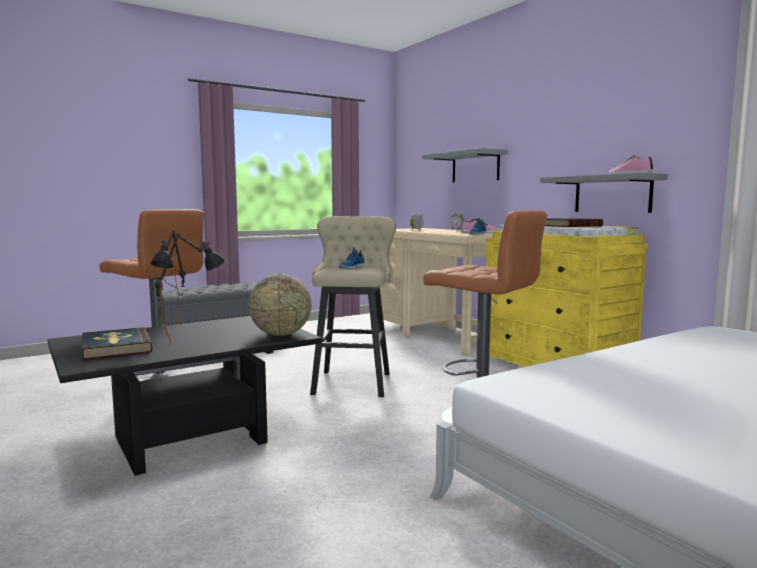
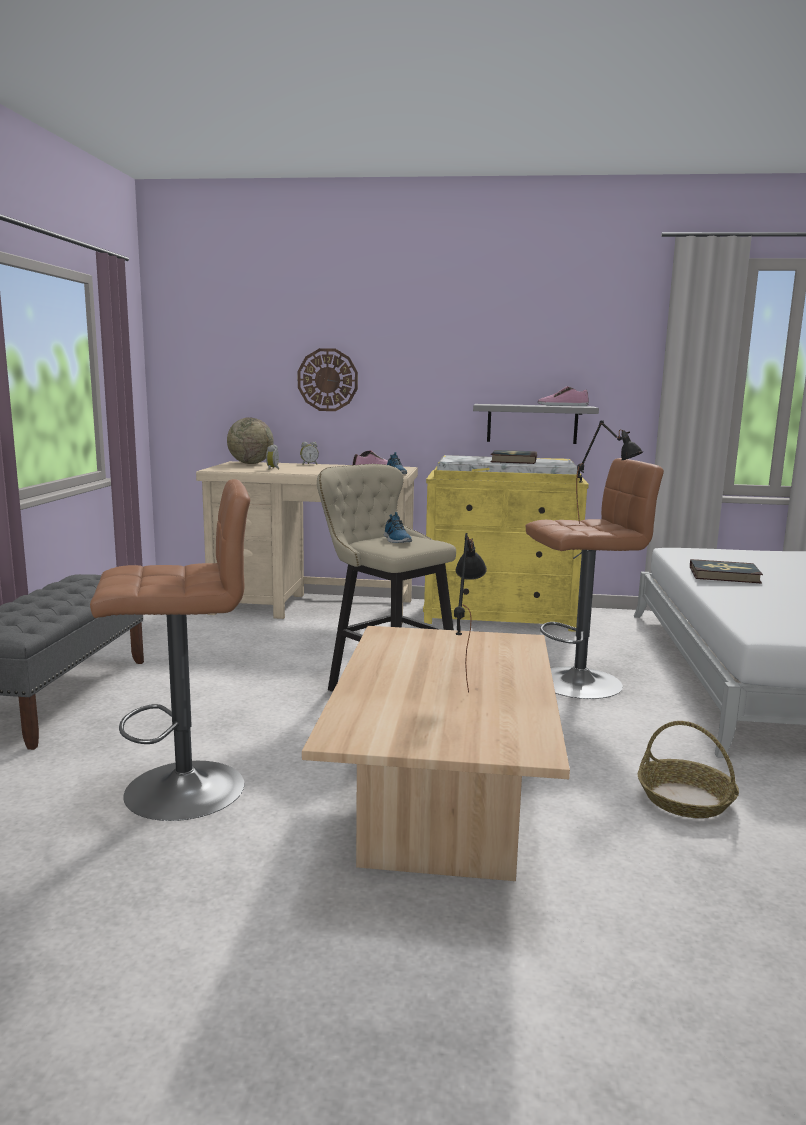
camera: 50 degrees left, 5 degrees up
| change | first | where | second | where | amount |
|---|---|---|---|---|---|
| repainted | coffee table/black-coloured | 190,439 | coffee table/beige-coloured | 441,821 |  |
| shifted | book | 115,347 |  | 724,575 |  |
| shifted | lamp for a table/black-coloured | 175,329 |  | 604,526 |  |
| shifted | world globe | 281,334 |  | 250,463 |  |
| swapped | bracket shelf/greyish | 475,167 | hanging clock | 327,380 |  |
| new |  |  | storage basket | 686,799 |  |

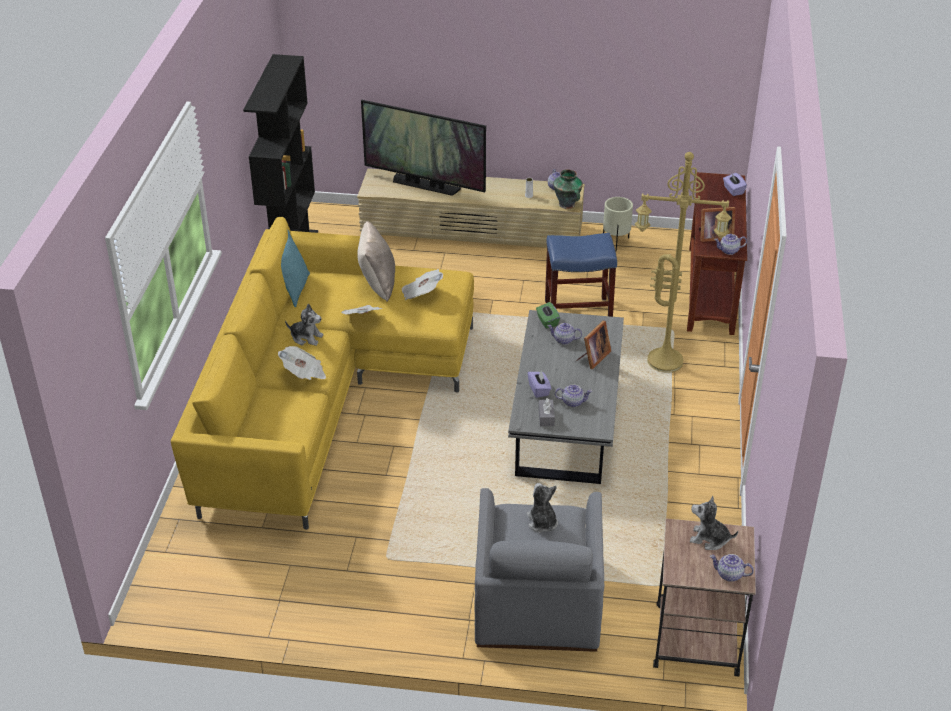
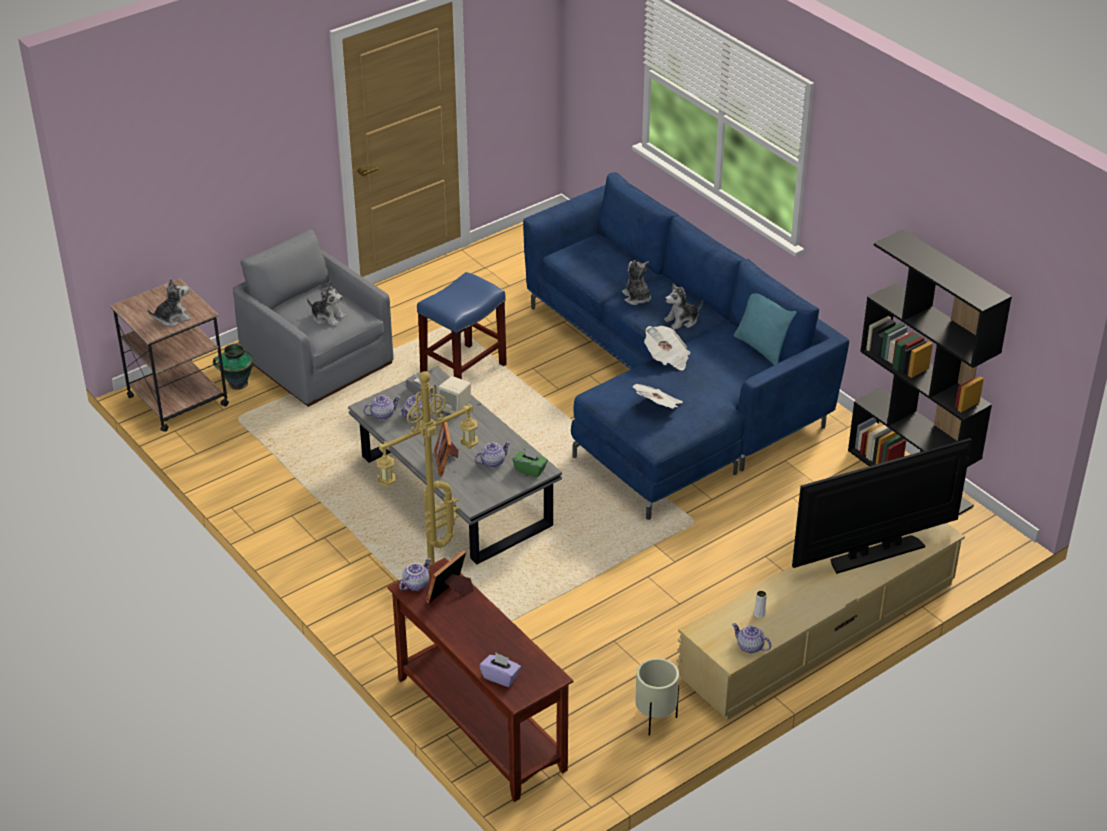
camera: 135 degrees right, 0 degrees up
| change | first | where | second | where | amount |
|---|---|---|---|---|---|
| repainted | sofa/yellowish | 320,397 | sofa/blue-coloured | 670,387 |  |
| swapped | printed paper | 304,373 | plush toy | 636,298 |  |
| gone | throw pillow/beige-coloured | 377,284 |  |  |  |
| swapped | tissue box/purple-coloured | 539,390 | speaker/beige-coloured | 455,408 |  |
| shifted | sitting stool/blue-coloured | 578,312 |  | 463,371 |  |
| shifted | vase | 567,205 |  | 237,383 |  |
| shifted | teapot | 729,575 |  | 382,414 |  |

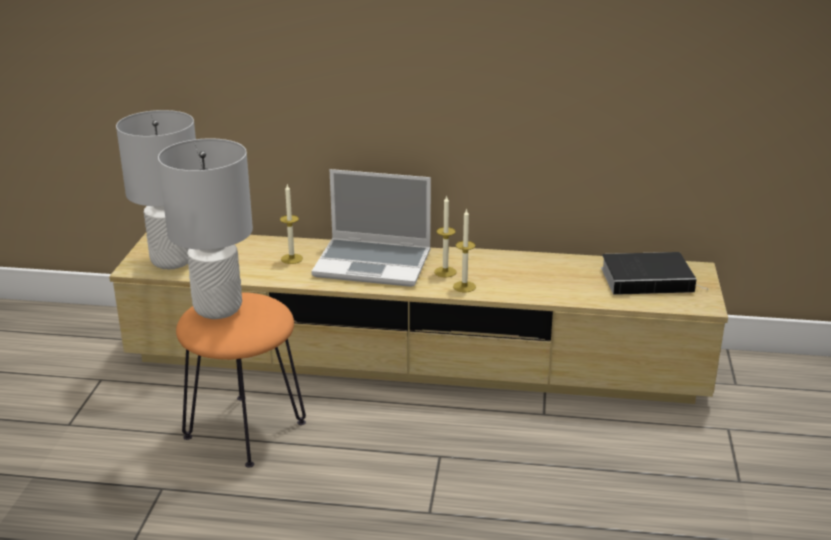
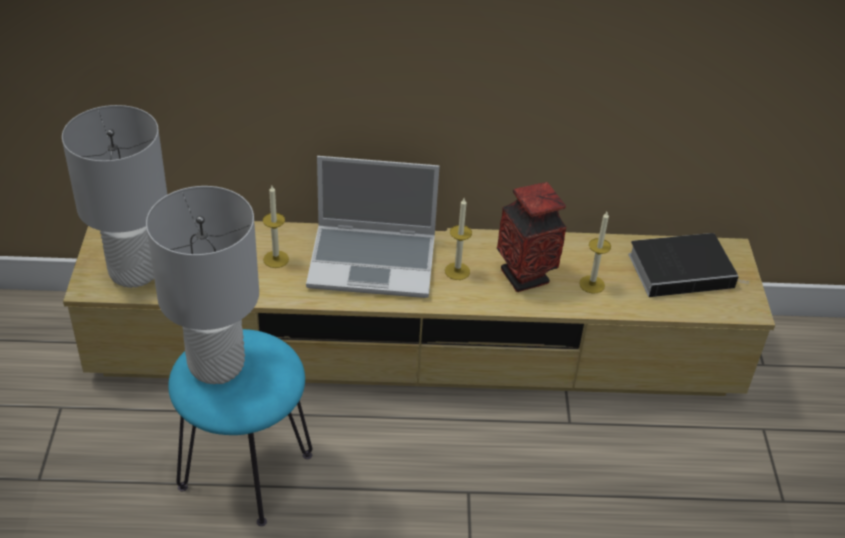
camera: 10 degrees left, 15 degrees up
| change | first | where | second | where | amount |
|---|---|---|---|---|---|
| repainted | sitting stool/orange-coloured | 245,430 | sitting stool/turquoise-coloured | 246,471 |  |
| shifted | wax candle | 464,286 |  | 592,284 |  |
| new |  |  | vase | 525,276 |  |

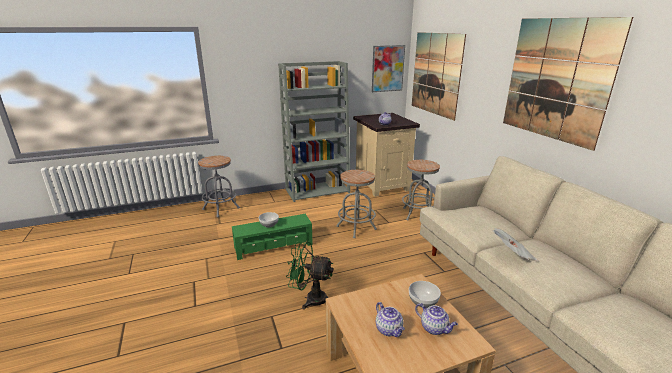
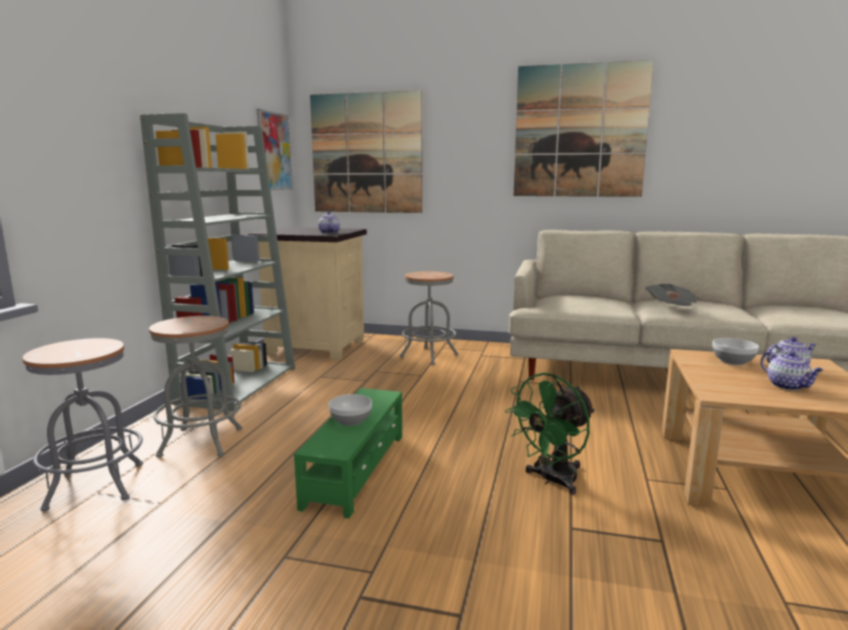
camera: 55 degrees left, 10 degrees down
| change | first | where | second | where | amount |
|---|---|---|---|---|---|
| shifted | sitting stool/greyish | 356,228 |  | 201,442 |  |
| rotated | teapot | 389,330 |  | 788,386 | 60 degrees clockwise |

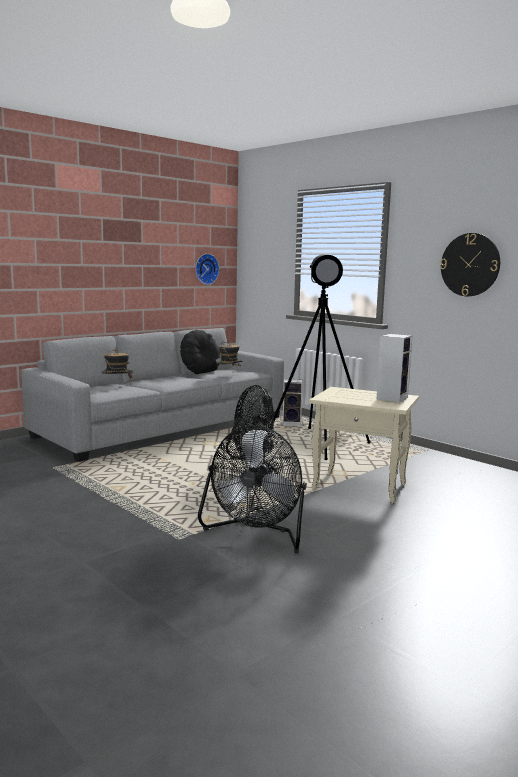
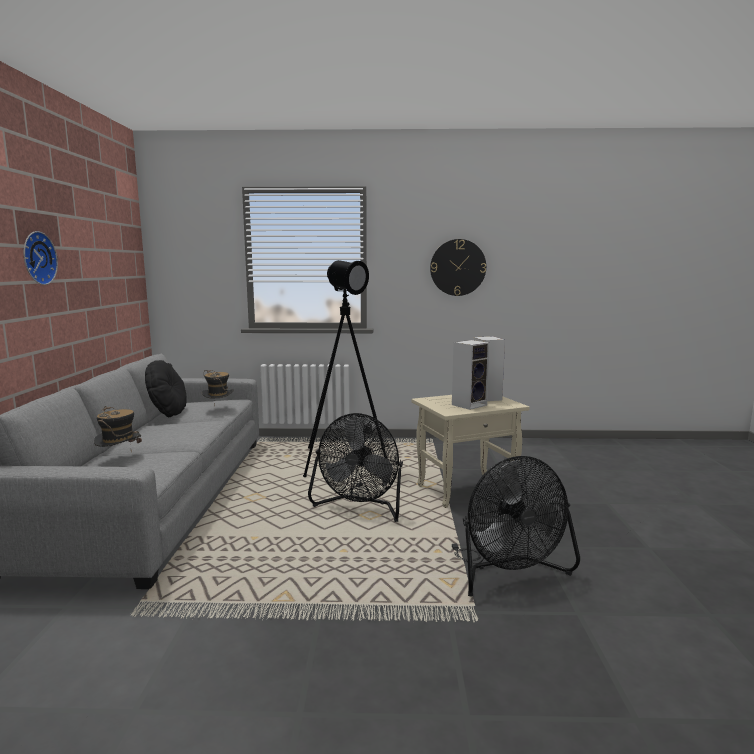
camera: 45 degrees left, 0 degrees up
| change | first | where | second | where | amount |
|---|---|---|---|---|---|
| shifted | hanging clock | 205,269 |  | 36,258 |  |
| shifted | speaker | 292,423 |  | 469,404 |  |

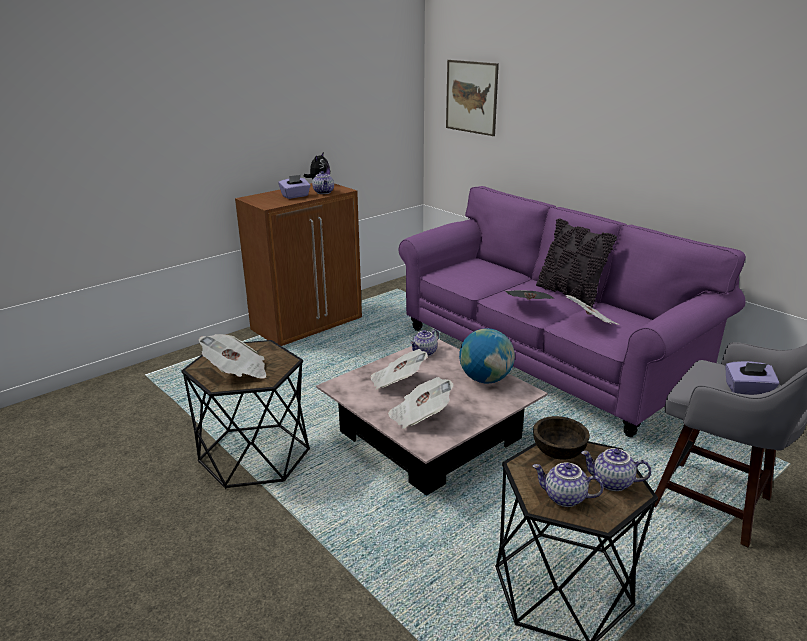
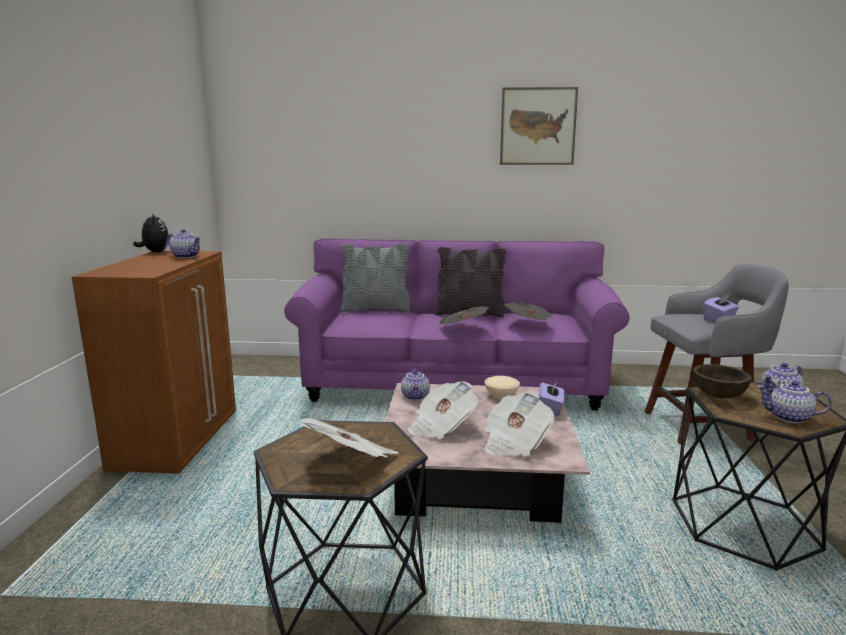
camera: 45 degrees left, 10 degrees down
| change | first | where | second | where | amount |
|---|---|---|---|---|---|
| shifted | tissue box/purple-coloured | 295,196 |  | 550,409 |  |
| shifted | wall picture | 471,97 |  | 538,126 |  |
| swapped | world globe | 485,379 | deep dish/beige-coloured | 501,396 |  |
| rotated | teapot | 564,498 |  | 789,418 | 45 degrees clockwise |
| new |  |  | throw pillow/greyish | 376,309 |  |

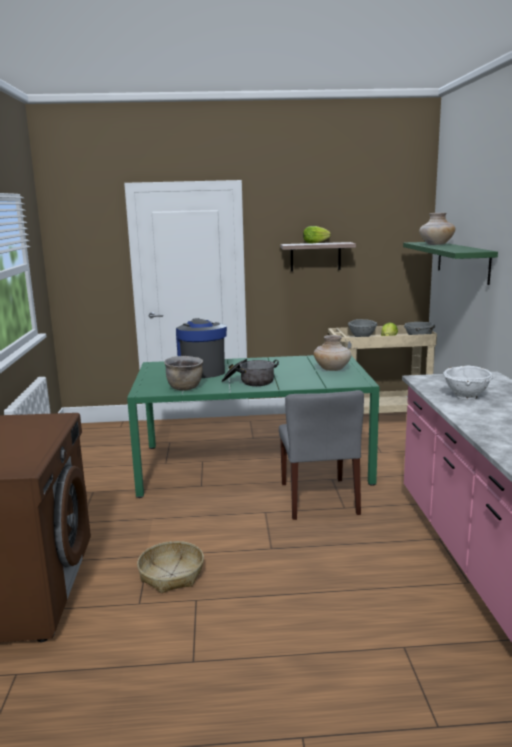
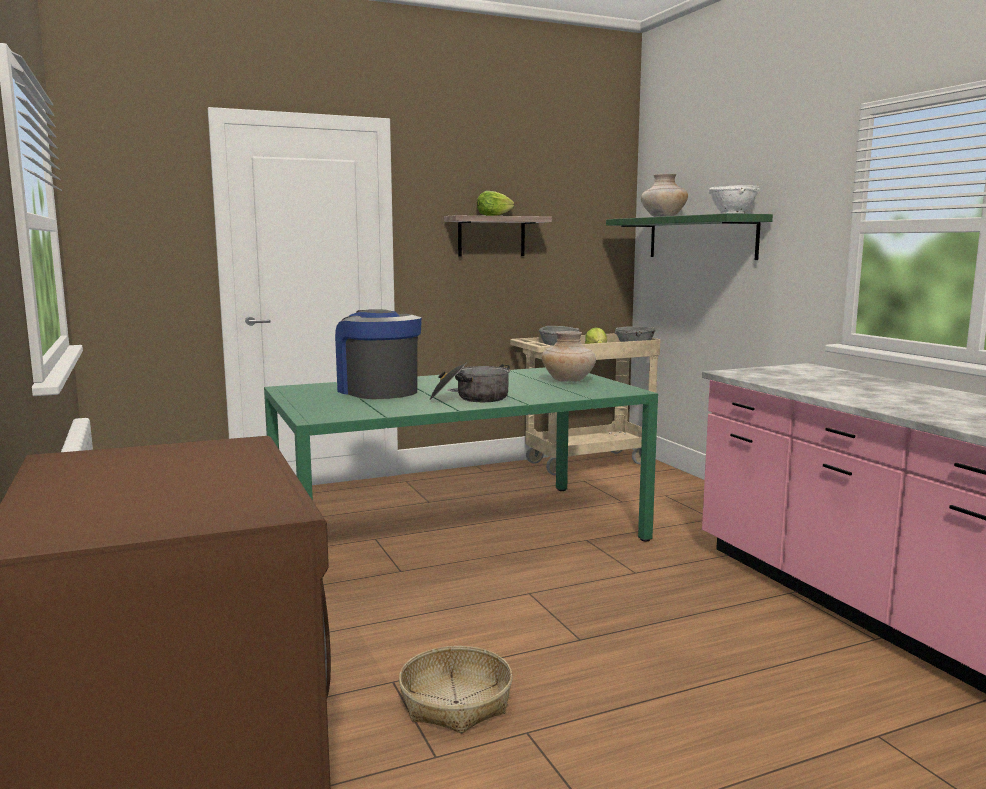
camera: 20 degrees left, 5 degrees down
| change | first | where | second | where | amount |
|---|---|---|---|---|---|
| gone | cooking pot/brownish | 185,388 |  |  |  |
| gone | plain chair/greyish | 319,498 |  |  |  |
| shifted | deep dish/white-coloured | 466,396 |  | 733,214 |  |

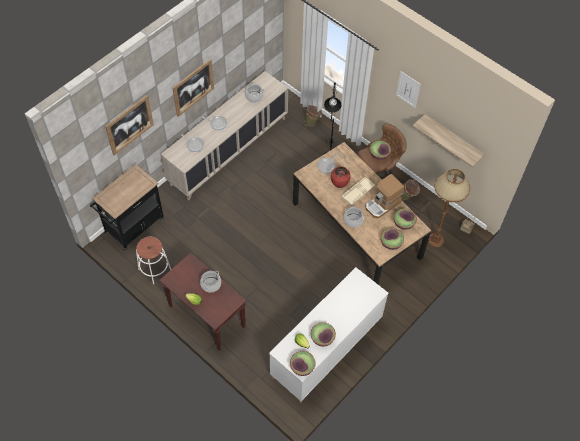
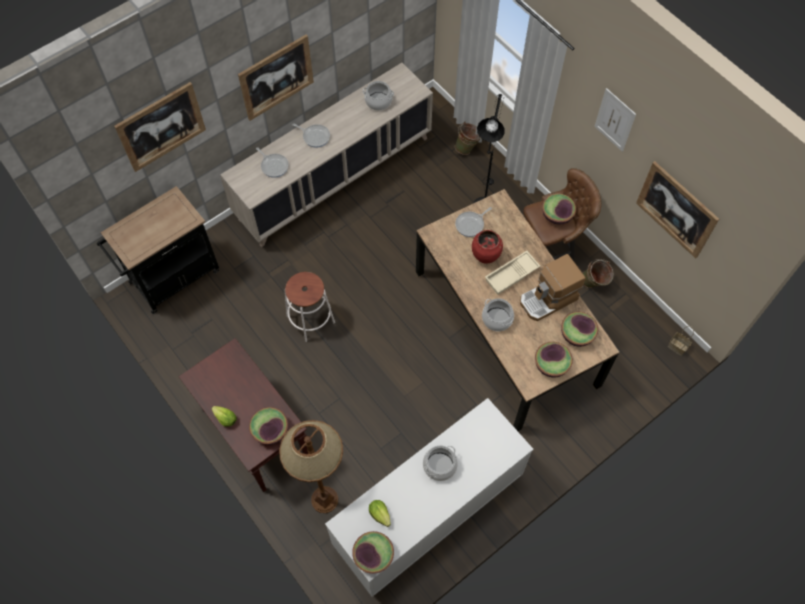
camera: 10 degrees right, 5 degrees up
| change | first | where | second | where | amount |
|---|---|---|---|---|---|
| shifted | sitting stool/white-coloured | 154,269 |  | 310,319 |  |
| shifted | cooking pot | 211,284 |  | 440,466 |  |
| shifted | deep dish | 322,338 |  | 270,430 |  |
| swapped | bracket shelf | 452,139 | wall picture | 676,209 |  |
| shifted | standing lamp/brownish | 435,240 |  | 324,499 |  |

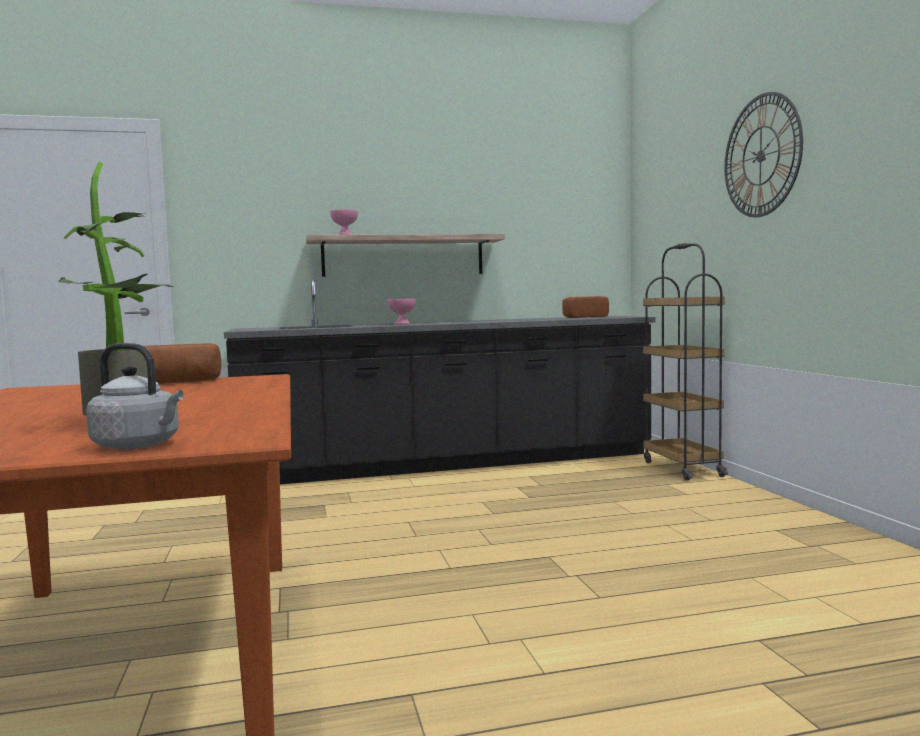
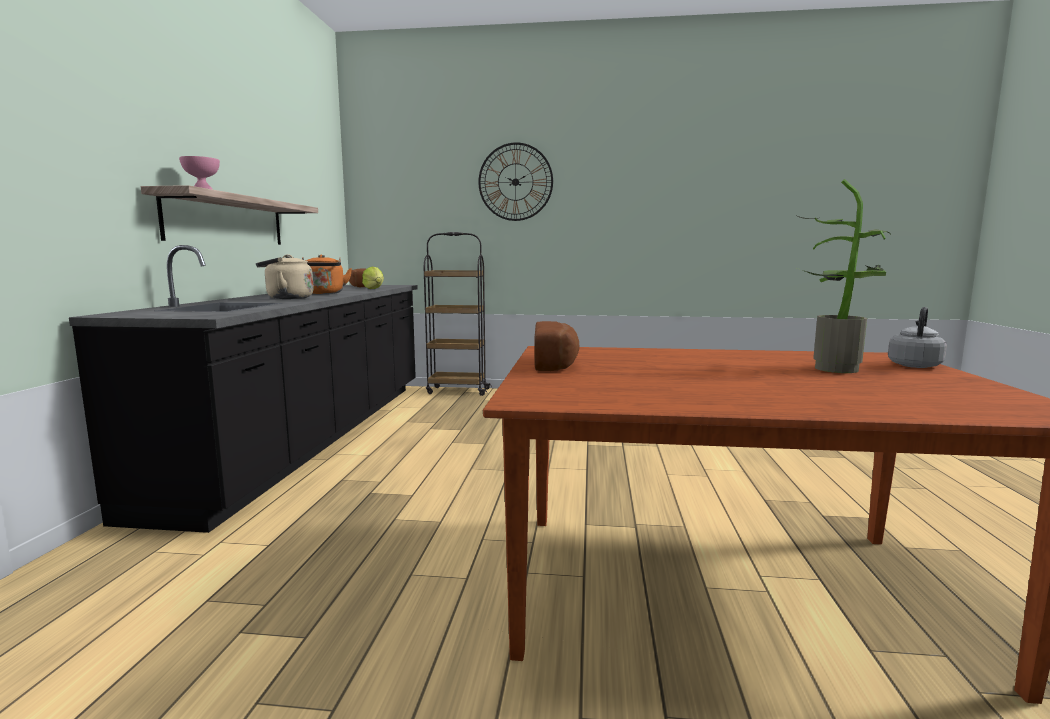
camera: 70 degrees left, 5 degrees up
| change | first | where | second | where | amount |
|---|---|---|---|---|---|
| swapped | deep dish/pinkish | 402,324 | tea kettle/beige-coloured | 286,298 |  |
| new |  |  | tea kettle/orange-coloured | 324,293 |  |
| new |  |  | lettuce head | 374,289 |  |

